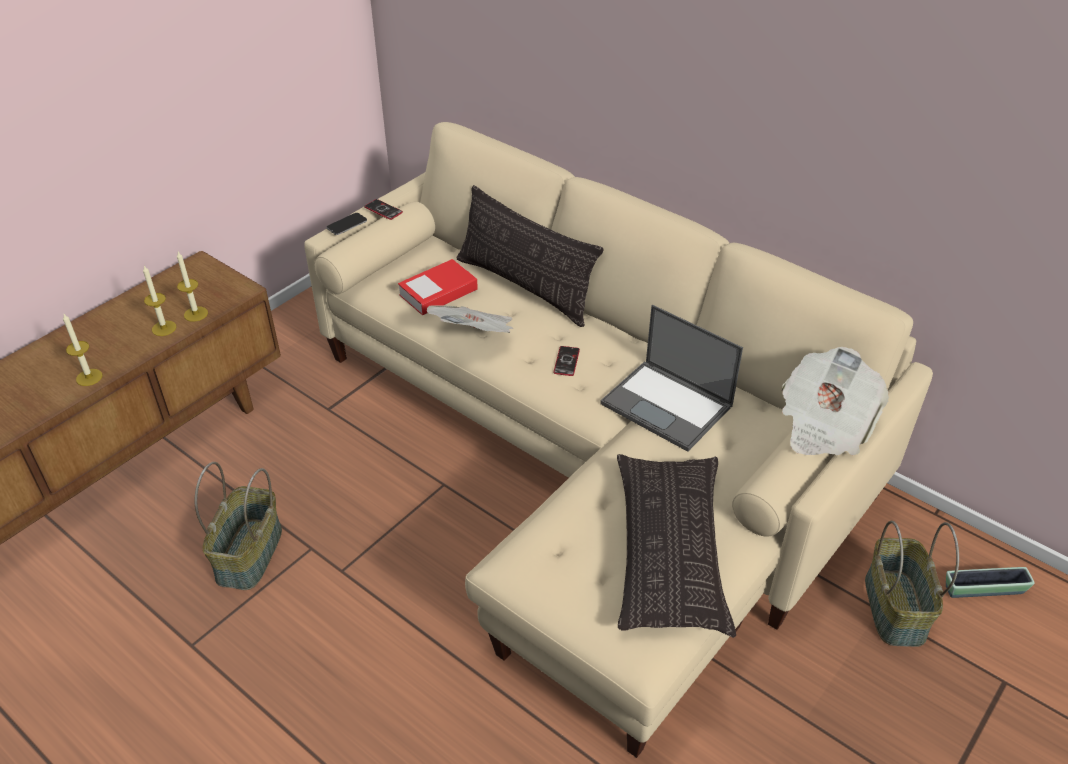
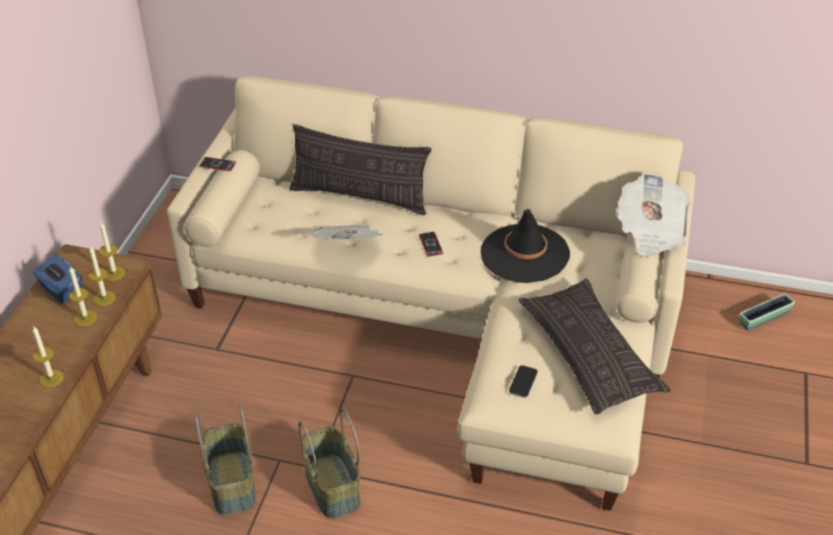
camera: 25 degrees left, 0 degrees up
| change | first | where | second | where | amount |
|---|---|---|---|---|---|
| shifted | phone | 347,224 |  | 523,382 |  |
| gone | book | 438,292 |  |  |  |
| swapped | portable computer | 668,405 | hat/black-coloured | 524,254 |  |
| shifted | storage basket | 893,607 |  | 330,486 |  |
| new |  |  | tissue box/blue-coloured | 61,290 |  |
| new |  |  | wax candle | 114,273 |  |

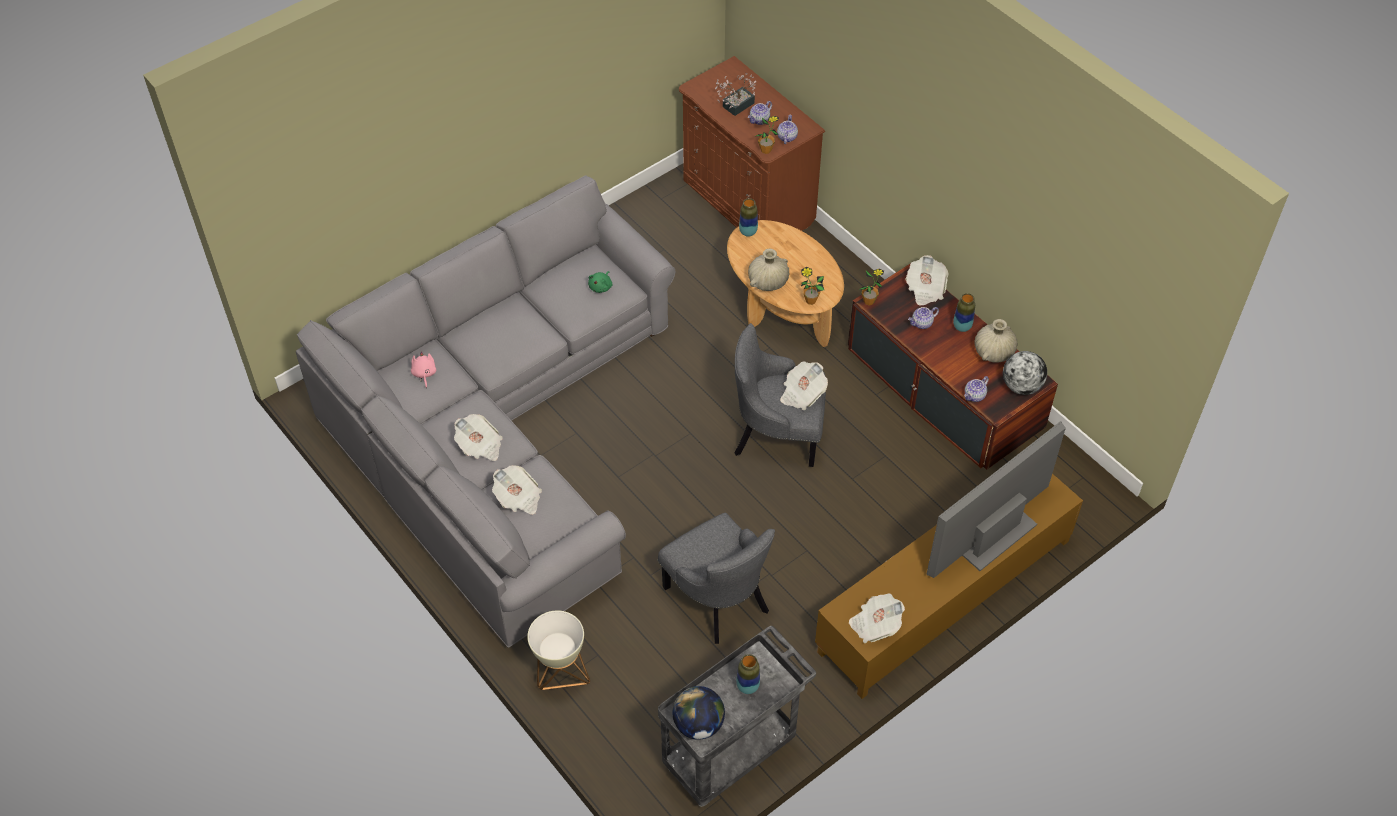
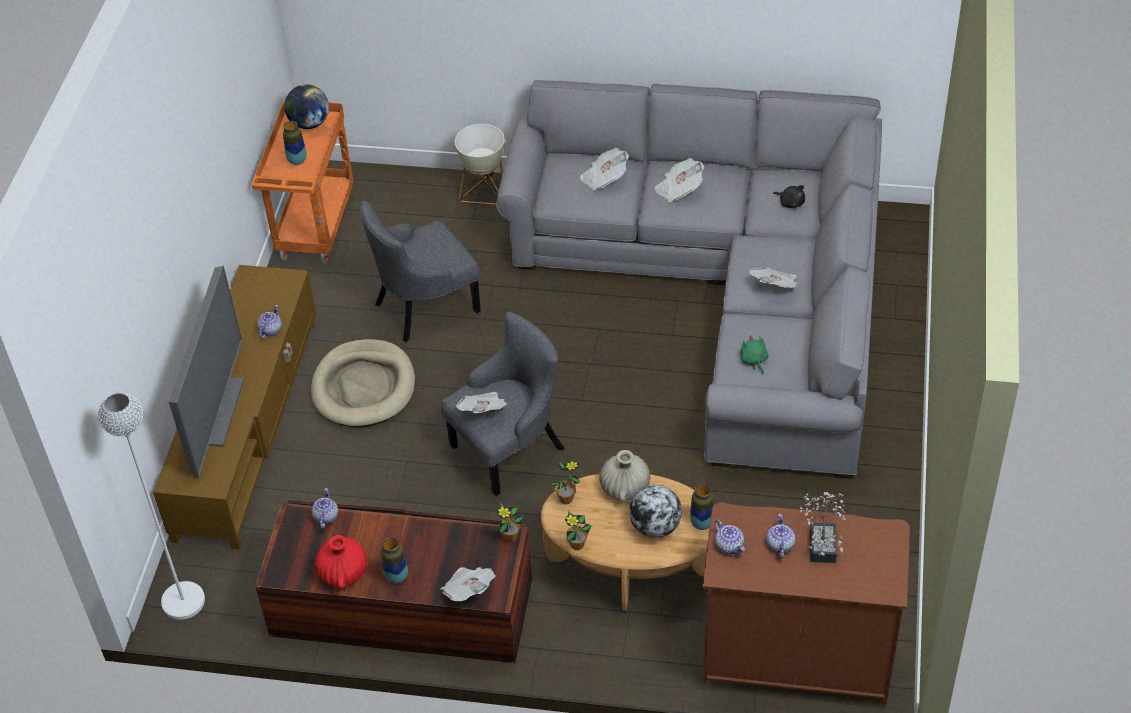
camera: 140 degrees right, 5 degrees down
| change | first | where | second | where | amount |
|---|---|---|---|---|---|
| repainted | plush toy/pinkish | 424,374 | plush toy/black-coloured | 790,202 |  |
| rotated | armchair/greyish | 716,597 |  | 427,305 | 45 degrees counterclockwise |
| repainted | cart/greyish | 734,752 | cart/orange-coloured | 315,231 |  |
| shifted | potted plant | 766,150 |  | 577,545 |  |
| shifted | printed paper | 875,625 |  | 775,286 |  |
| shifted | teapot | 922,323 |  | 270,330 |  |
| repainted | vase/beige-coloured | 993,352 | vase/red | 343,572 |  |
| shifted | world globe | 1021,386 |  | 655,527 |  |
| new |  |  | standing lamp/white-coloured | 183,601 |  |
| new |  |  | pet bed/beige-coloured | 364,387 |  |

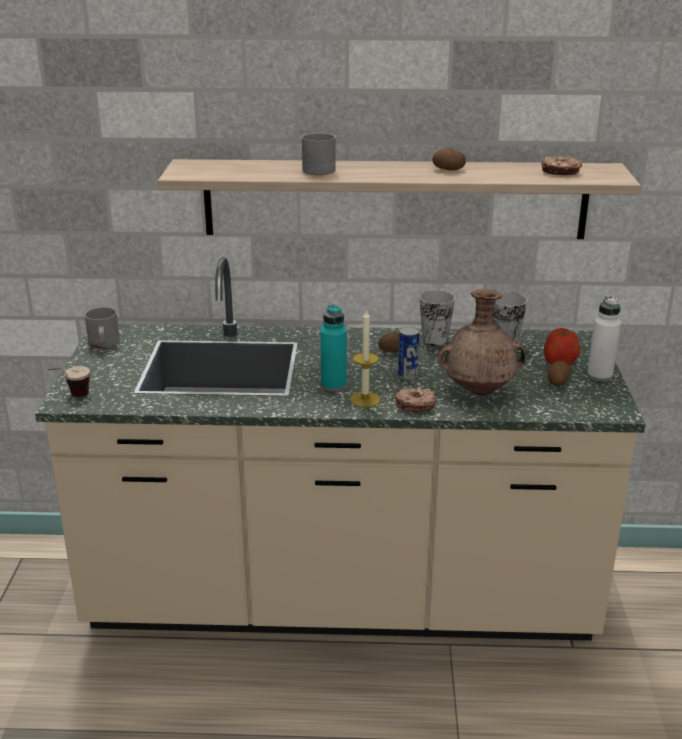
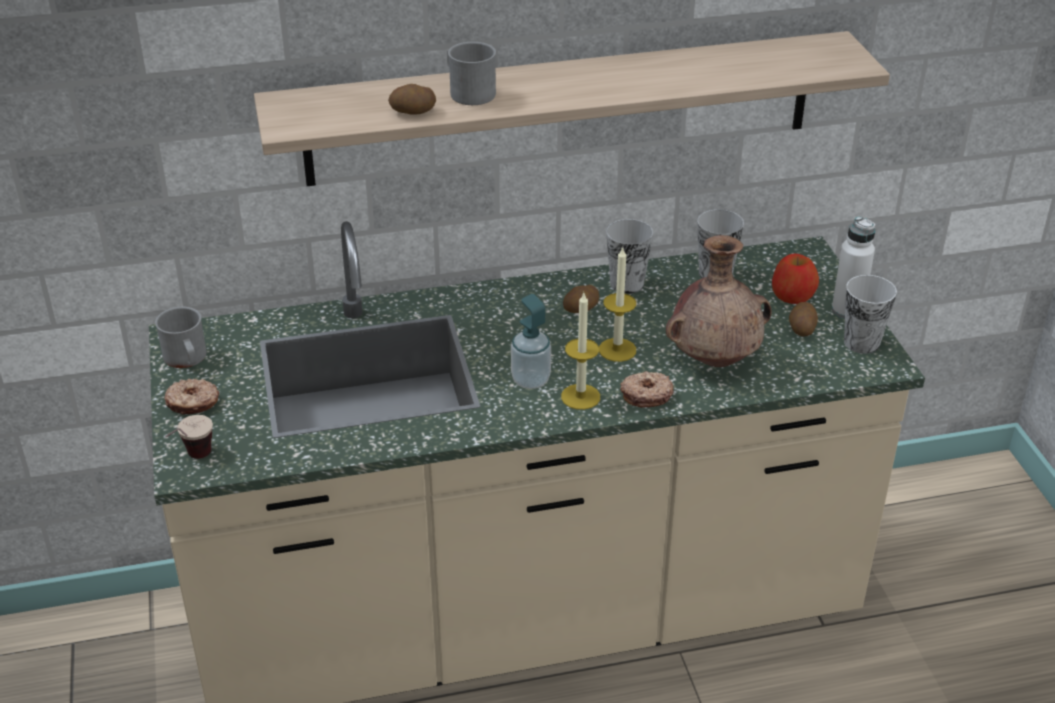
camera: 15 degrees left, 10 degrees up
| change | first | where | second | where | amount |
|---|---|---|---|---|---|
| swapped | drink bottle/turquoise-coloured | 333,385 | liquid soap bottle | 530,380 |  |
| swapped | can | 407,376 | wax candle | 617,350 |  |
| shifted | spud | 448,169 |  | 413,112 |  |
| shifted | donut | 560,172 |  | 193,403 |  |
| new |  |  | drinking cup | 861,342 |  |

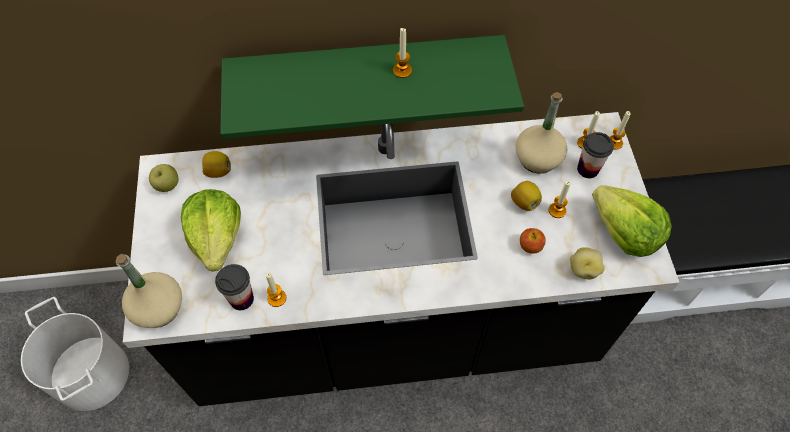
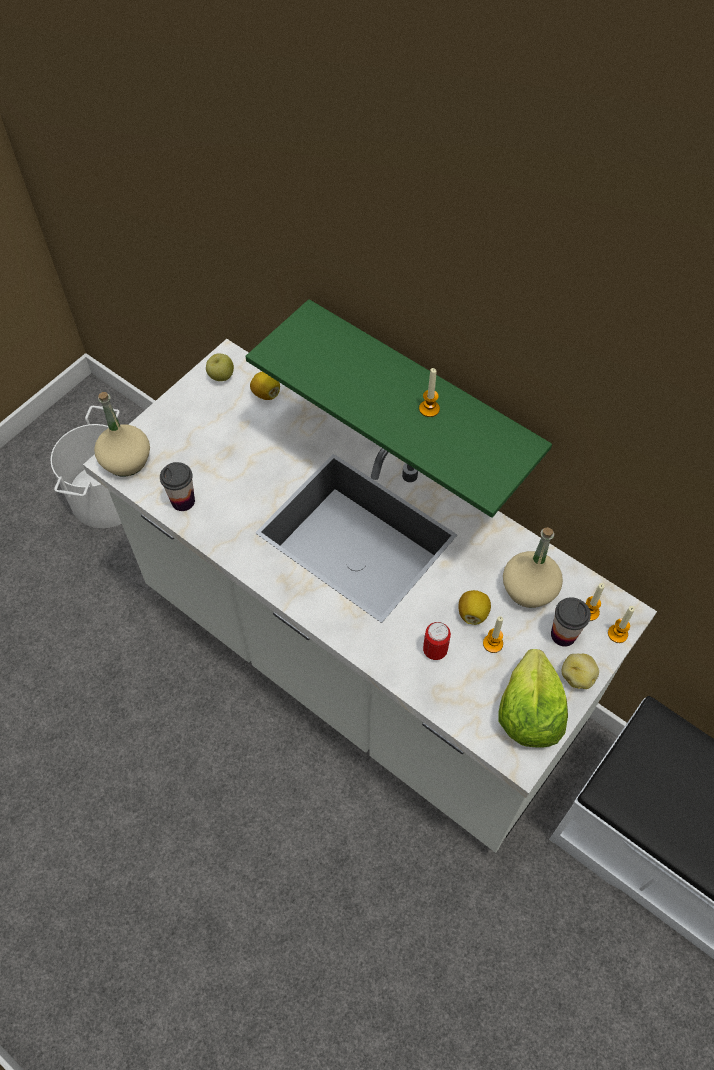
camera: 45 degrees right, 0 degrees up
| change | first | where | second | where | amount |
|---|---|---|---|---|---|
| repainted | counter/black-coloured | 395,327 | counter/white-coloured | 357,663 |  |
| gone | lettuce head | 217,238 |  |  |  |
| gone | wax candle | 277,298 |  |  |  |
| swapped | whole apple | 530,246 | can | 435,651 |  |
| shifted | spud | 583,269 |  | 577,676 |  |

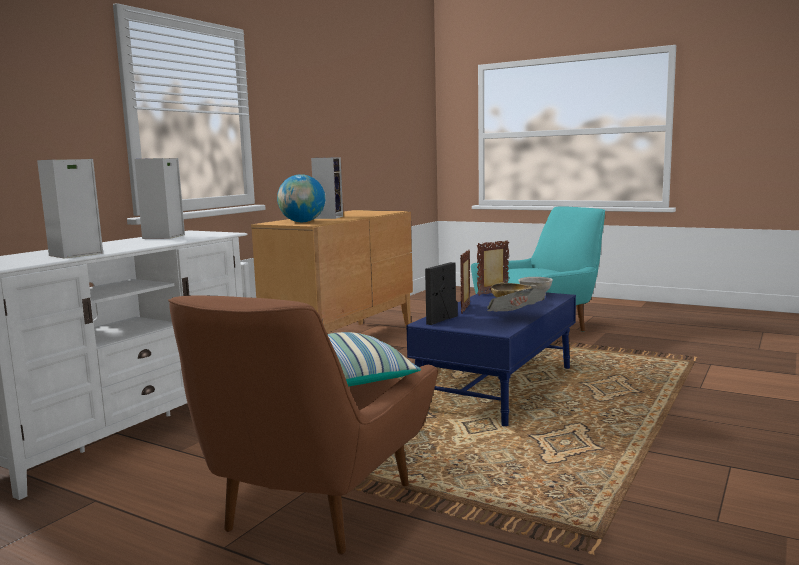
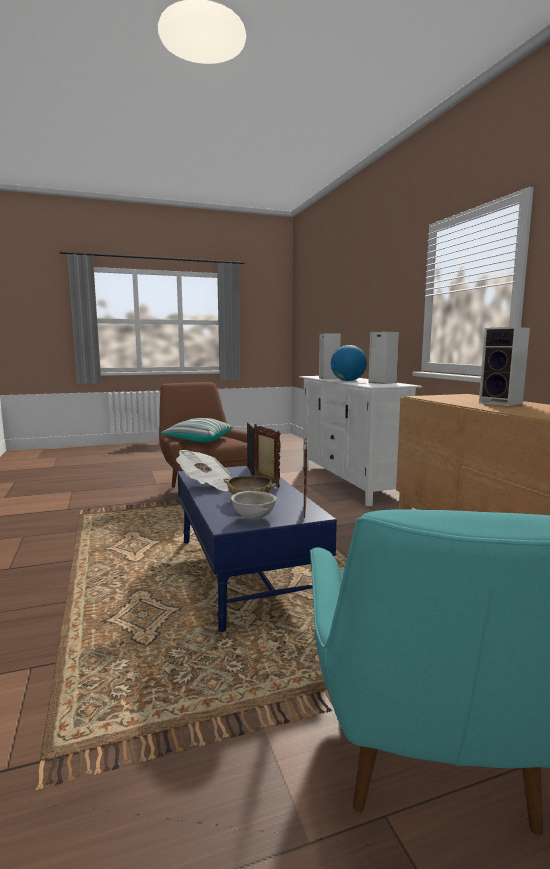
camera: 130 degrees right, 0 degrees up
| change | first | where | second | where | amount |
|---|---|---|---|---|---|
| shifted | world globe | 302,222 |  | 348,381 |  |

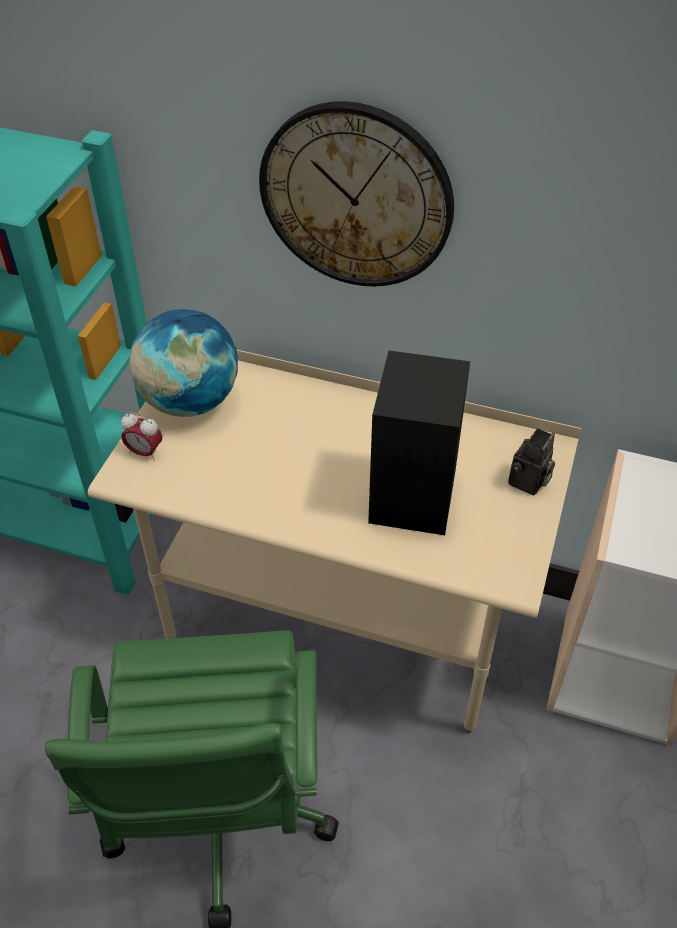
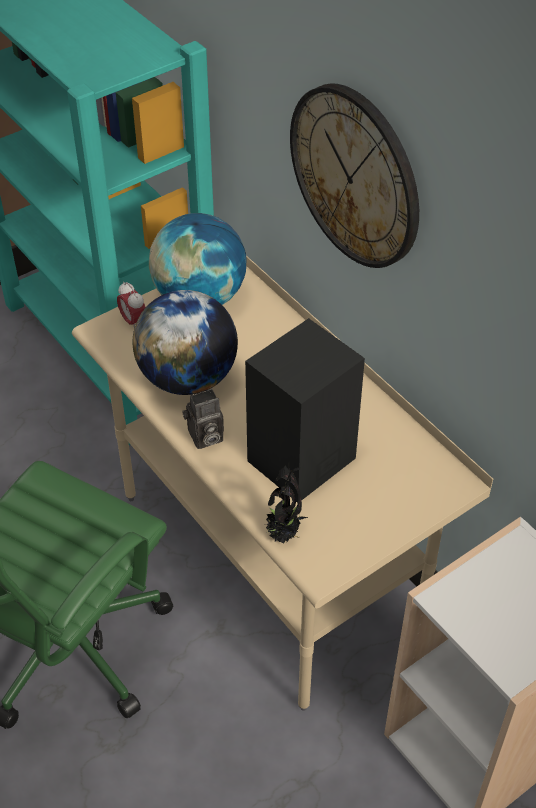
camera: 35 degrees right, 0 degrees up
| change | first | where | second | where | amount |
|---|---|---|---|---|---|
| shifted | photo camera | 528,483 |  | 204,438 |  |
| new |  |  | world globe | 188,378 |  |
| new |  |  | potted plant | 283,534 |  |

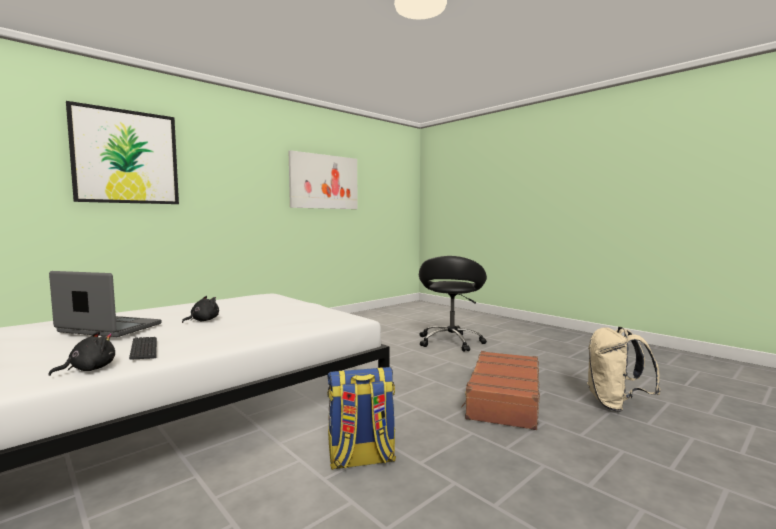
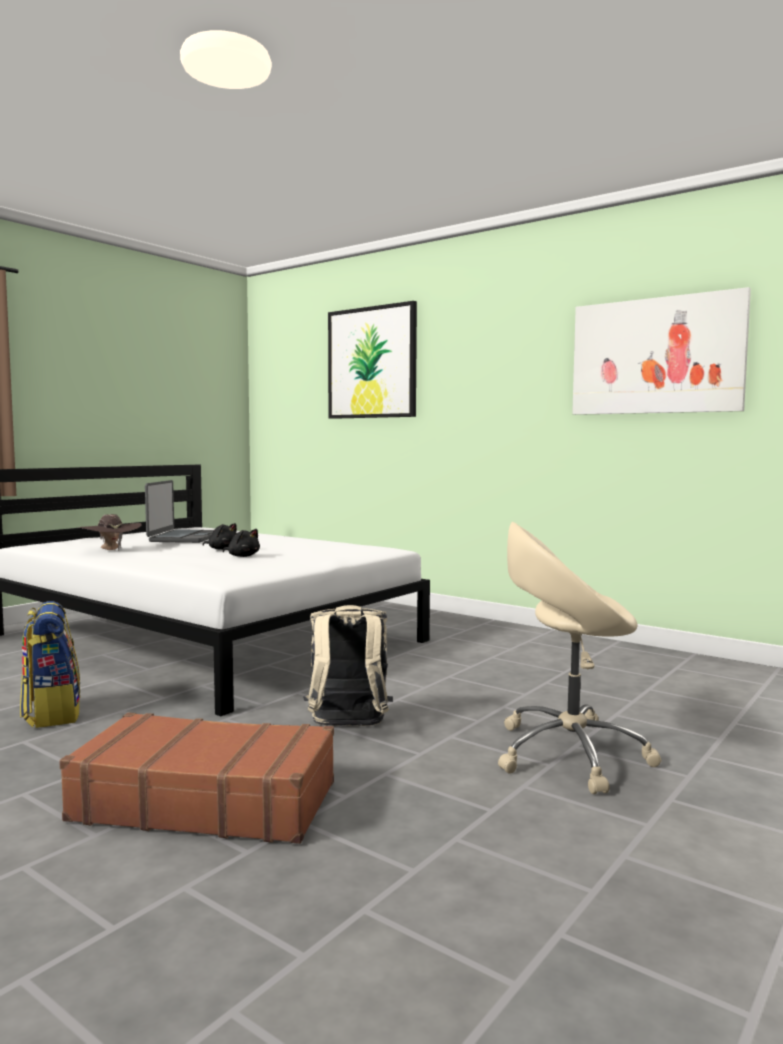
camera: 80 degrees right, 0 degrees up
| change | first | where | second | where | amount |
|---|---|---|---|---|---|
| shifted | plush toy/black-coloured | 89,369 |  | 242,556 |  |
| swapped | PC keyboard | 144,349 | hat/brownish | 111,550 |  |
| repainted | computer chair/black-coloured | 450,342 | computer chair/beige-coloured | 566,754 |  |
| shifted | knapsack/beige-coloured | 615,405 |  | 348,728 |  |

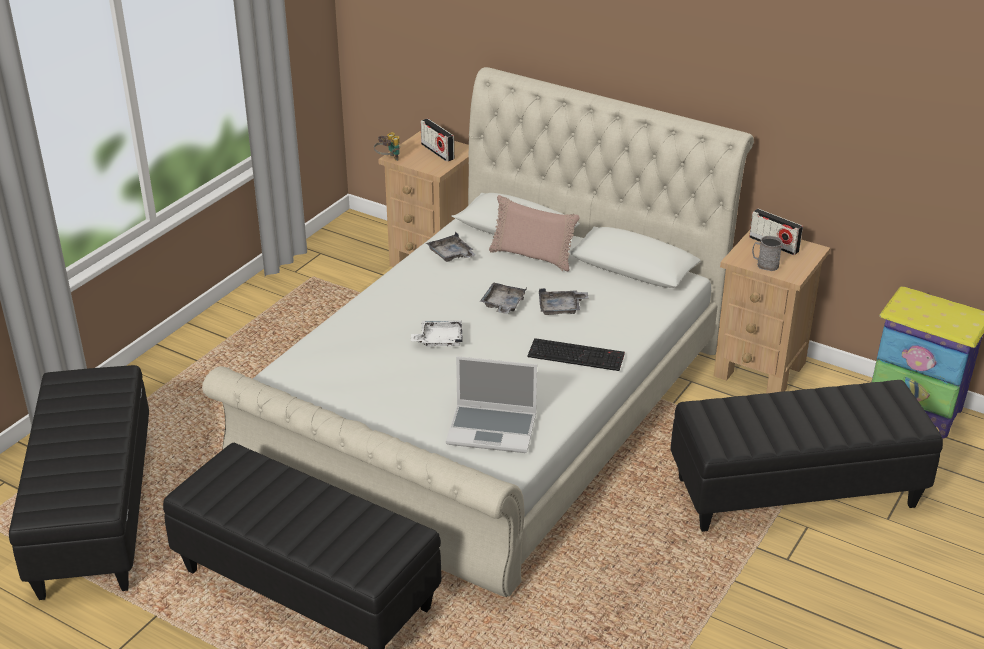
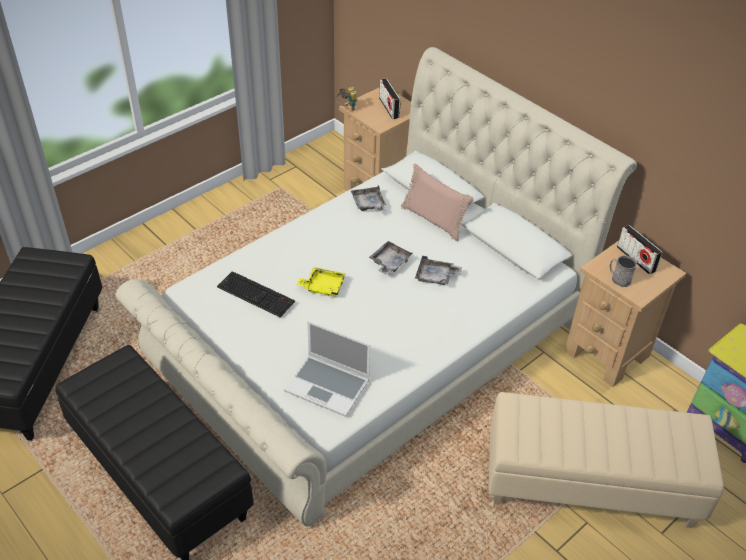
camera: 15 degrees right, 10 degrees up
| change | first | where | second | where | amount |
|---|---|---|---|---|---|
| repainted | serving tray/white-coloured | 439,340 | serving tray/yellowish | 323,286 |  |
| shifted | PC keyboard | 577,354 |  | 257,294 |  |
| repainted | pouffe/black-coloured | 795,492 | pouffe/beige-coloured | 589,484 |  |

